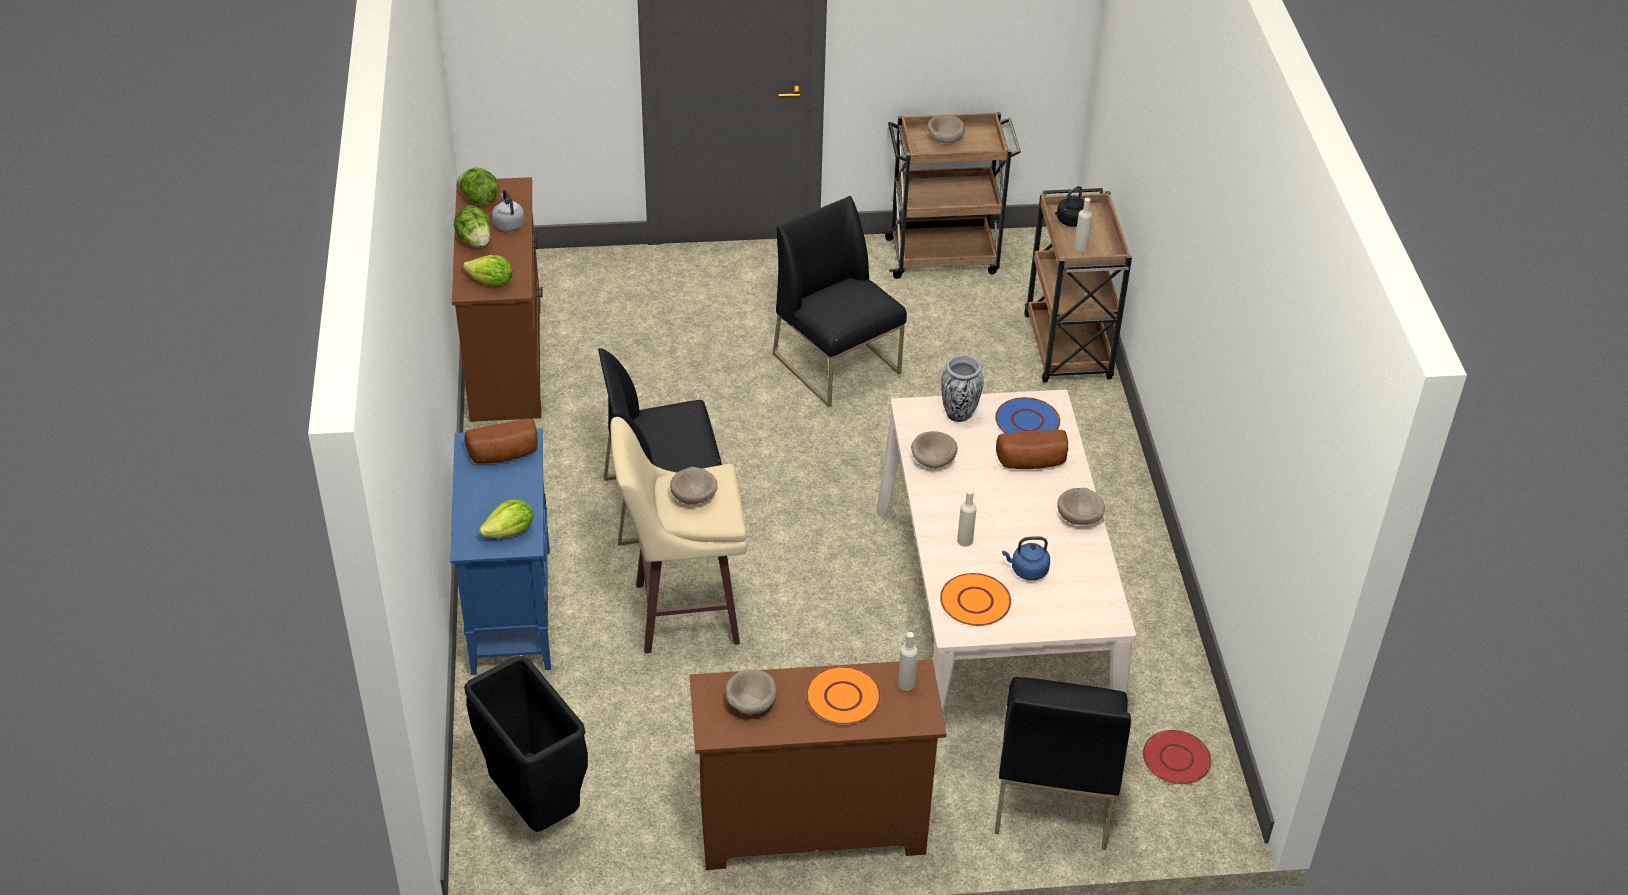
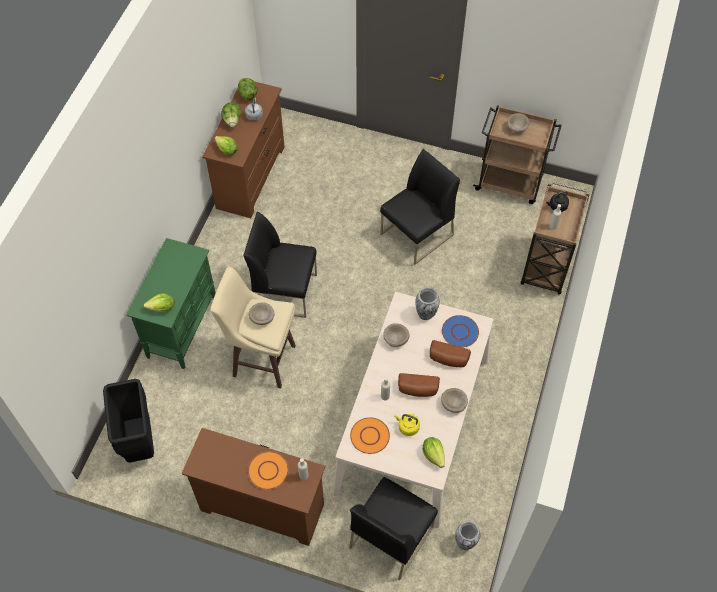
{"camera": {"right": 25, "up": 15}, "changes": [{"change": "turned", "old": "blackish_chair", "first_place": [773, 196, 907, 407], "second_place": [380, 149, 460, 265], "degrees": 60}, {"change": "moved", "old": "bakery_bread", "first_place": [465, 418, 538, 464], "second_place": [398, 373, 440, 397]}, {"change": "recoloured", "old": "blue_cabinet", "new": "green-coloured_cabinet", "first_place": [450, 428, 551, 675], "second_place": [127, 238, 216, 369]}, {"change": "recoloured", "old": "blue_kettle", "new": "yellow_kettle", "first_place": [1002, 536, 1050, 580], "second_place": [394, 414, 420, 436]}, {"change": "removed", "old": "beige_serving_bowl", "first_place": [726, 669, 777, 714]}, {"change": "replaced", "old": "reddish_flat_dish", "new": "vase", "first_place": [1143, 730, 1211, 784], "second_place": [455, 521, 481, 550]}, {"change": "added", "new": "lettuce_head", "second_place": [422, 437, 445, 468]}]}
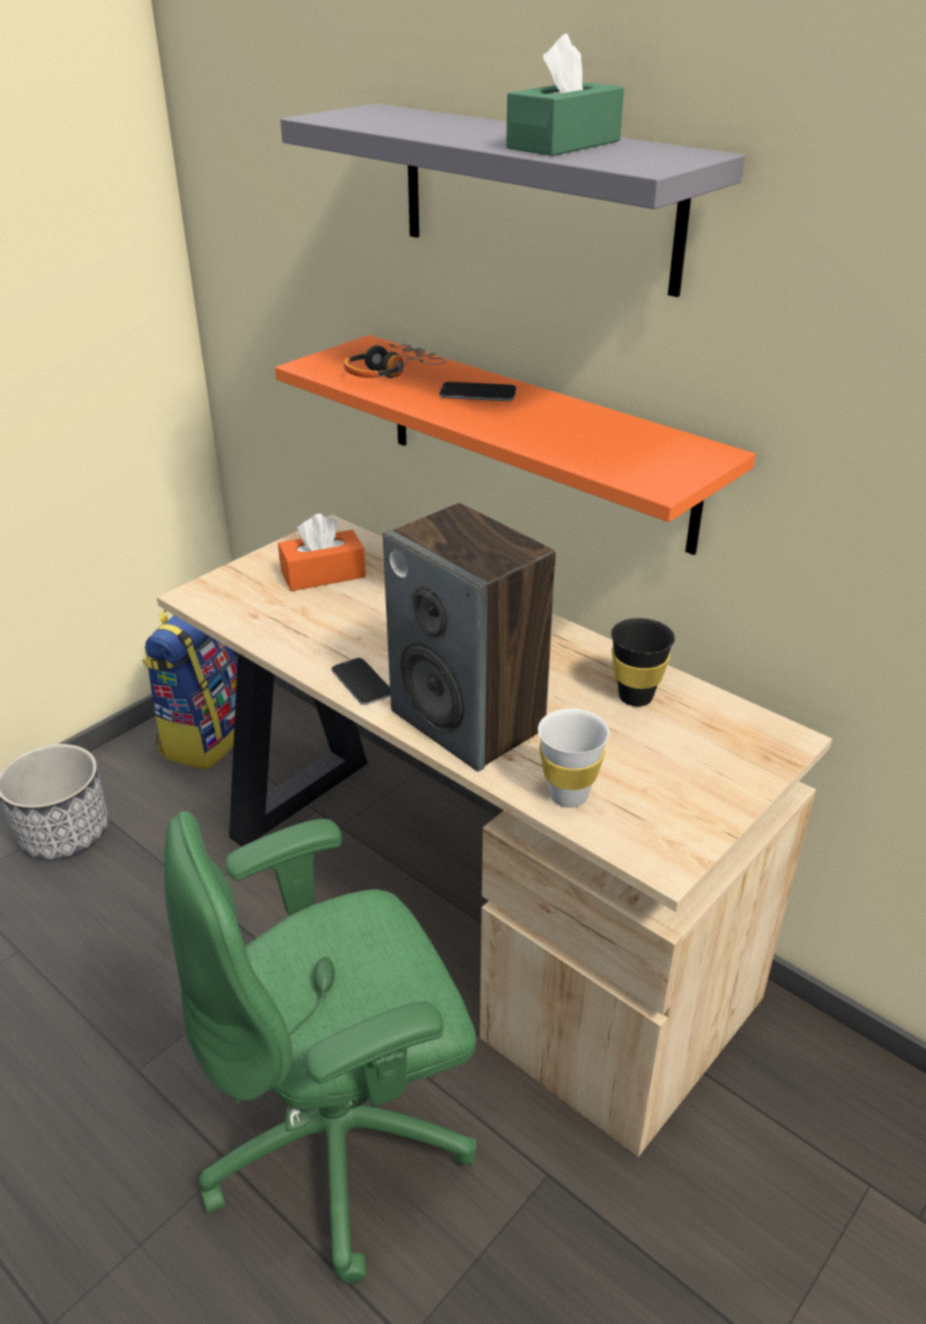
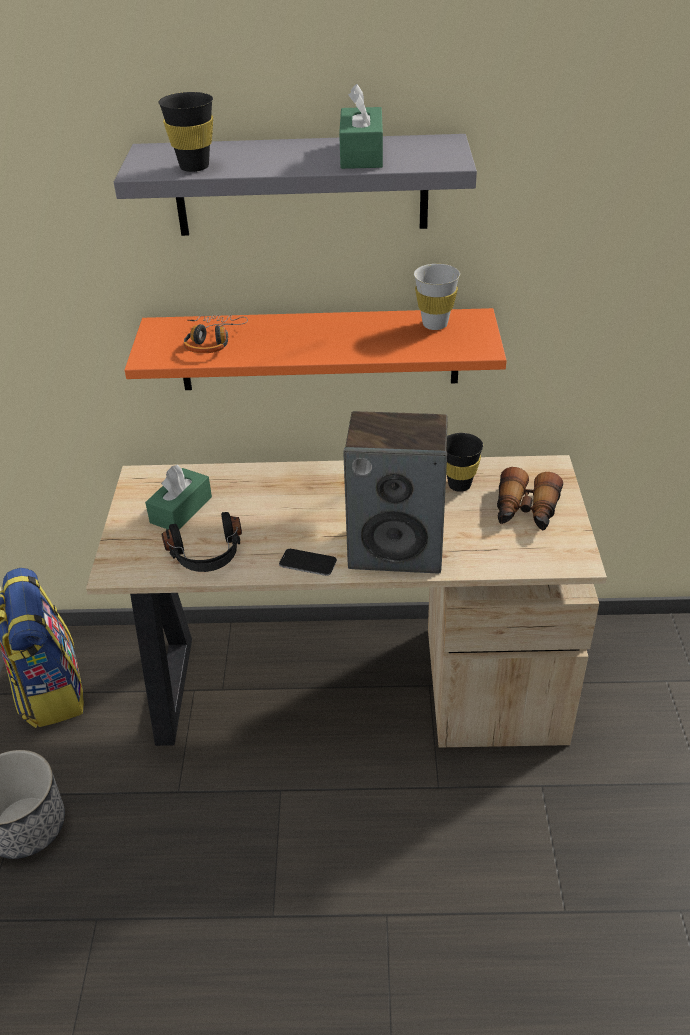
{"camera": {"right": -40, "up": 5}, "changes": [{"change": "removed", "old": "handset", "first_place": [439, 382, 516, 401]}, {"change": "recoloured", "old": "orange_tissue_holder", "new": "green-coloured_tissue_holder", "first_place": [278, 514, 366, 591], "second_place": [145, 465, 212, 530]}, {"change": "moved", "old": "white_drinking_cup", "first_place": [538, 709, 610, 808], "second_place": [414, 264, 460, 330]}, {"change": "removed", "old": "green-coloured_office_chair", "first_place": [164, 811, 477, 1283]}, {"change": "added", "new": "blackish_drinking_cup", "second_place": [158, 92, 213, 172]}, {"change": "added", "new": "binoculars", "second_place": [497, 467, 563, 531]}, {"change": "added", "new": "blackish_headphones", "second_place": [162, 512, 242, 572]}]}
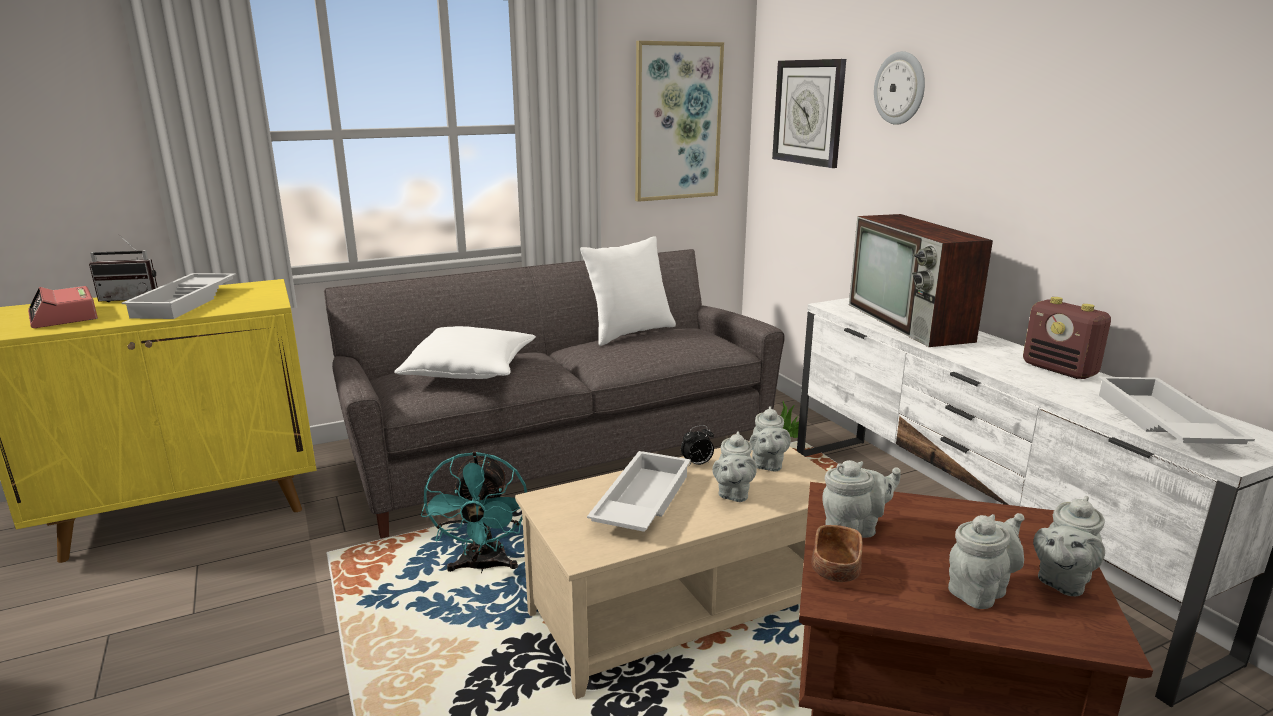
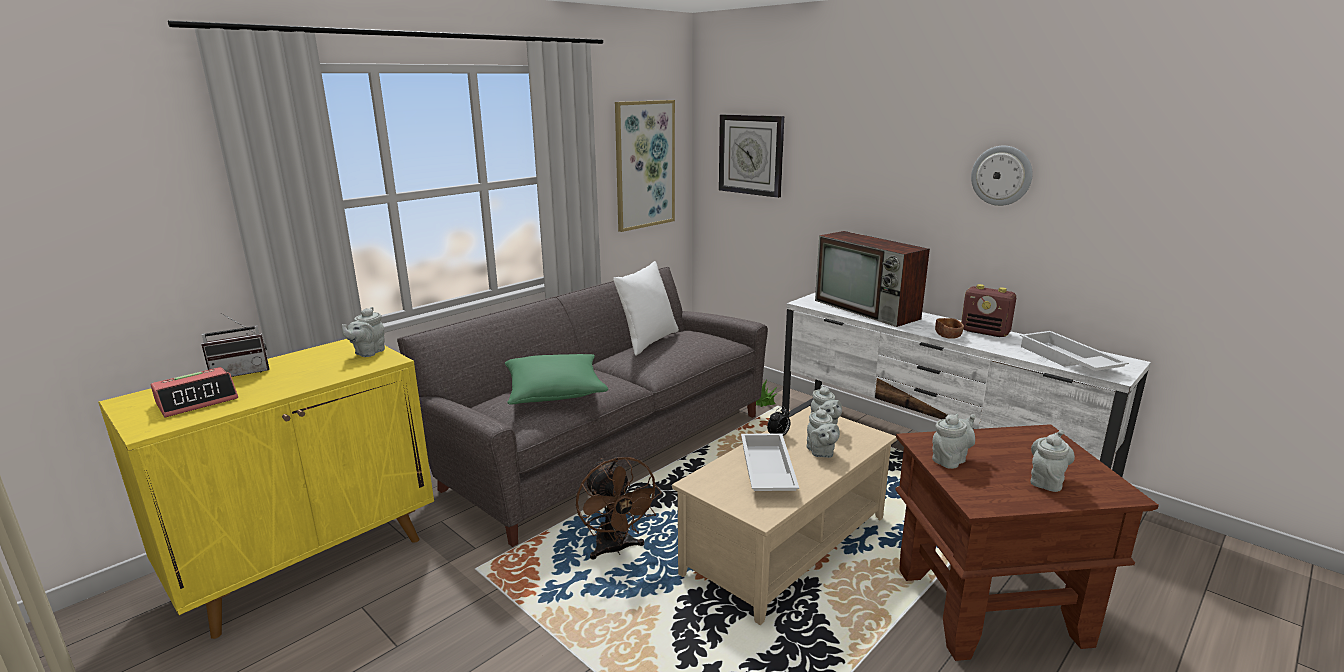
{"camera": {"right": -20, "up": 0}, "changes": [{"change": "moved", "old": "hanging_clock", "first_place": [874, 51, 925, 125], "second_place": [971, 146, 1033, 206]}, {"change": "removed", "old": "white_tray", "first_place": [121, 273, 236, 319]}, {"change": "turned", "old": "bedside_clock", "first_place": [28, 286, 98, 328], "second_place": [151, 367, 238, 417], "degrees": -75}, {"change": "recoloured", "old": "white_cushion", "new": "green-coloured_cushion", "first_place": [394, 326, 536, 379], "second_place": [505, 354, 608, 405]}, {"change": "recoloured", "old": "turquoise-coloured_cooling_fan", "new": "brown-coloured_cooling_fan", "first_place": [421, 451, 527, 573], "second_place": [576, 457, 662, 560]}, {"change": "moved", "old": "greyish_pot_for_tea", "first_place": [1033, 496, 1105, 596], "second_place": [341, 307, 385, 357]}, {"change": "moved", "old": "brown-coloured_serving_bowl", "first_place": [811, 525, 863, 582], "second_place": [935, 318, 964, 339]}]}
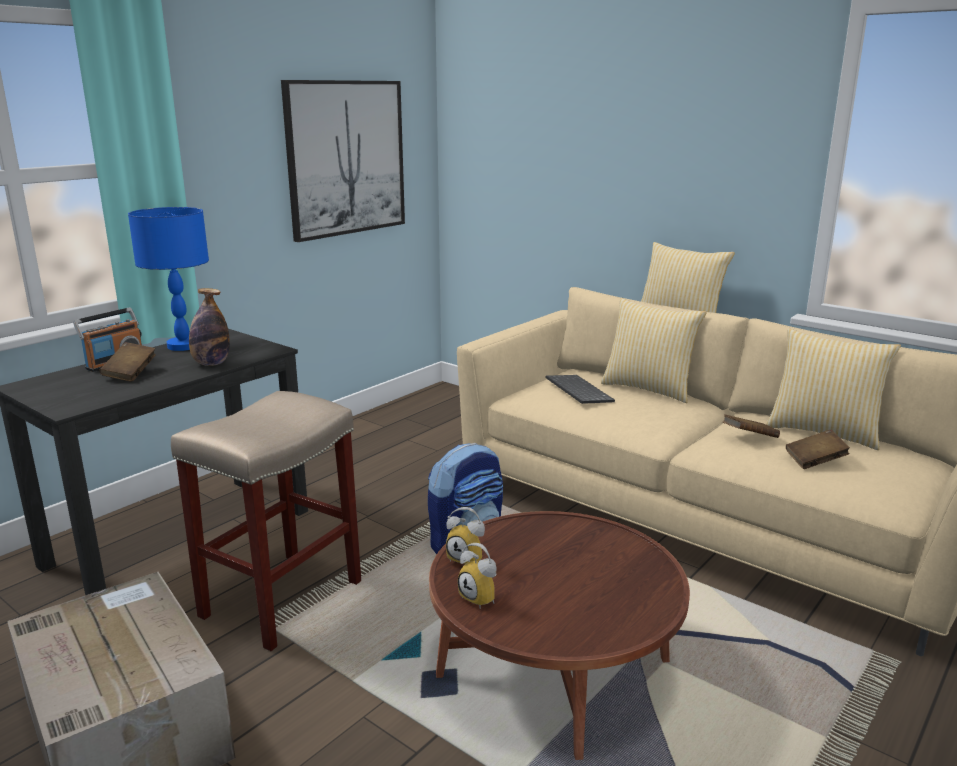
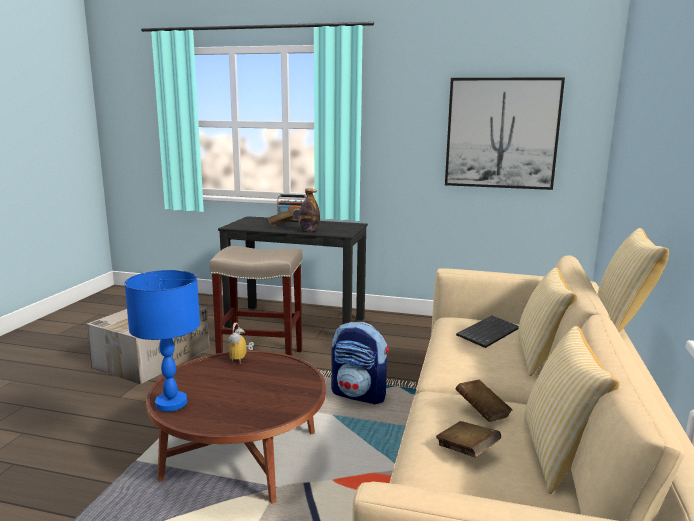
{"camera": {"right": 65, "up": -5}, "changes": [{"change": "moved", "old": "blue_table_lamp", "first_place": [128, 207, 209, 351], "second_place": [125, 270, 200, 411]}, {"change": "removed", "old": "bedside_clock", "first_place": [458, 543, 497, 608]}]}
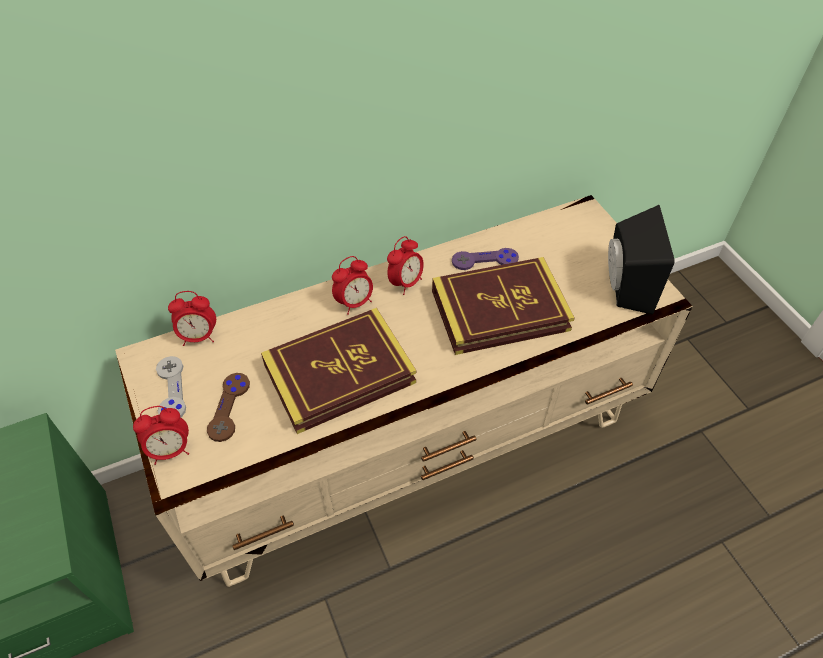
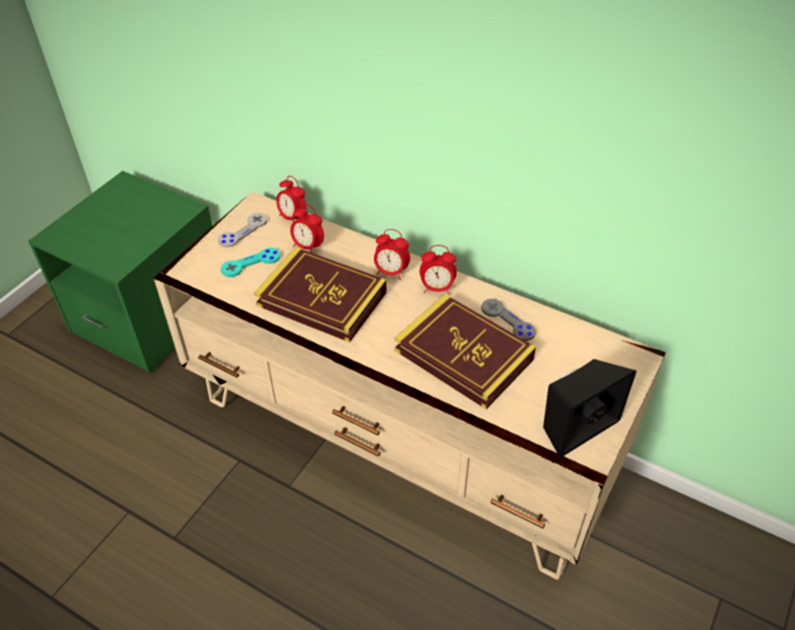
{"camera": {"right": 55, "up": -5}, "changes": [{"change": "recoloured", "old": "purple-coloured_gamepad", "new": "greyish_gamepad", "first_place": [452, 248, 519, 270], "second_place": [481, 299, 536, 341]}, {"change": "recoloured", "old": "brown-coloured_gamepad", "new": "turquoise-coloured_gamepad", "first_place": [207, 373, 250, 442], "second_place": [221, 248, 280, 277]}, {"change": "moved", "old": "bedside_clock", "first_place": [133, 406, 189, 465], "second_place": [290, 204, 324, 253]}]}
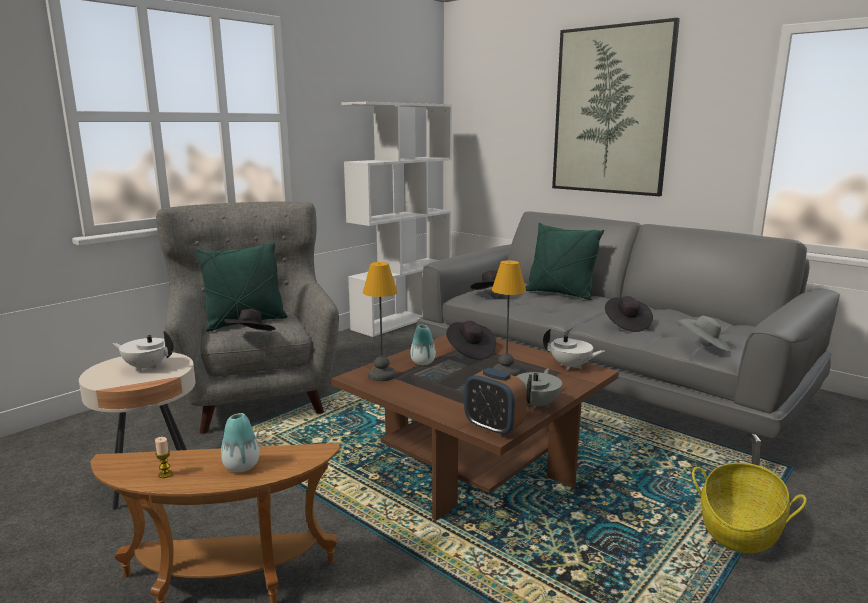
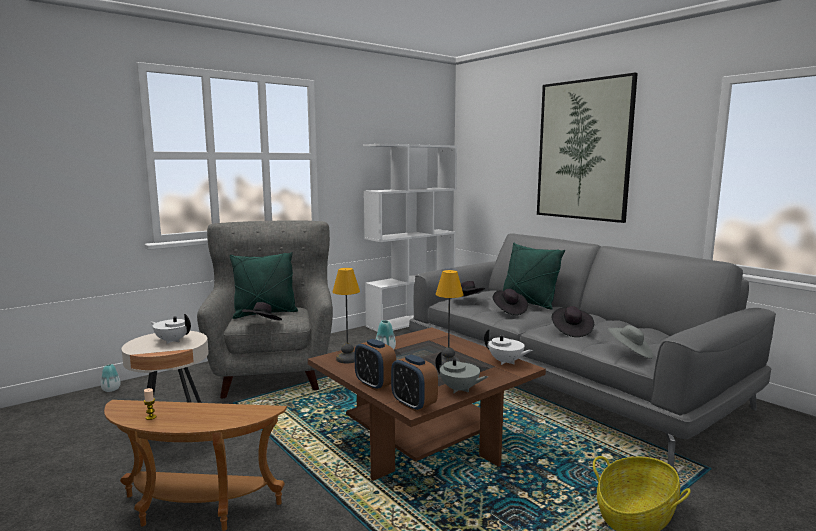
{"camera": {"right": 10, "up": -5}, "changes": [{"change": "moved", "old": "blackish_clothing_hat", "first_place": [446, 321, 496, 360], "second_place": [493, 289, 528, 315]}, {"change": "turned", "old": "greyish_pot_for_tea", "first_place": [515, 368, 562, 410], "second_place": [436, 352, 488, 393], "degrees": 90}, {"change": "moved", "old": "vase", "first_place": [221, 413, 260, 472], "second_place": [101, 364, 121, 392]}, {"change": "added", "new": "bedside_clock", "second_place": [355, 339, 396, 391]}]}
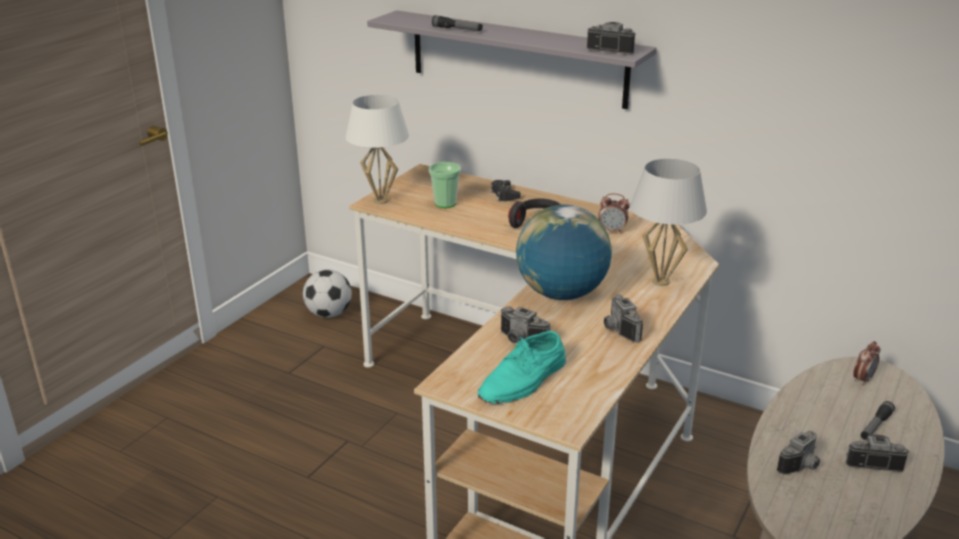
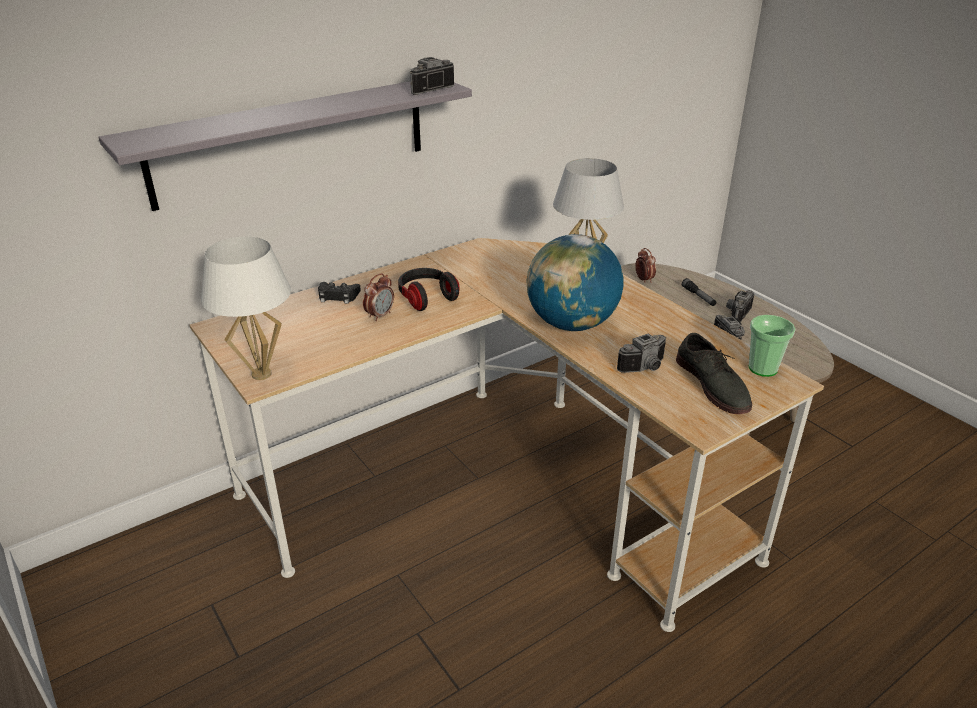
{"camera": {"right": -65, "up": 5}, "changes": [{"change": "removed", "old": "flashlight", "first_place": [432, 15, 483, 31]}, {"change": "moved", "old": "drinking_cup", "first_place": [429, 162, 461, 208], "second_place": [749, 315, 796, 377]}, {"change": "moved", "old": "bedside_clock", "first_place": [598, 193, 630, 234], "second_place": [363, 273, 394, 321]}, {"change": "removed", "old": "football_ball", "first_place": [303, 269, 352, 318]}, {"change": "removed", "old": "photo_camera", "first_place": [604, 294, 643, 343]}, {"change": "recoloured", "old": "turquoise-coloured_item_of_footwear", "new": "greyish_item_of_footwear", "first_place": [478, 331, 566, 404], "second_place": [676, 333, 752, 414]}]}
